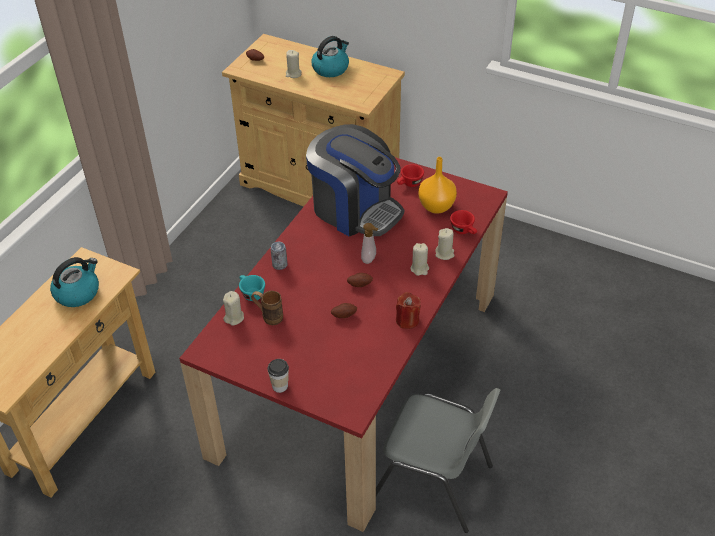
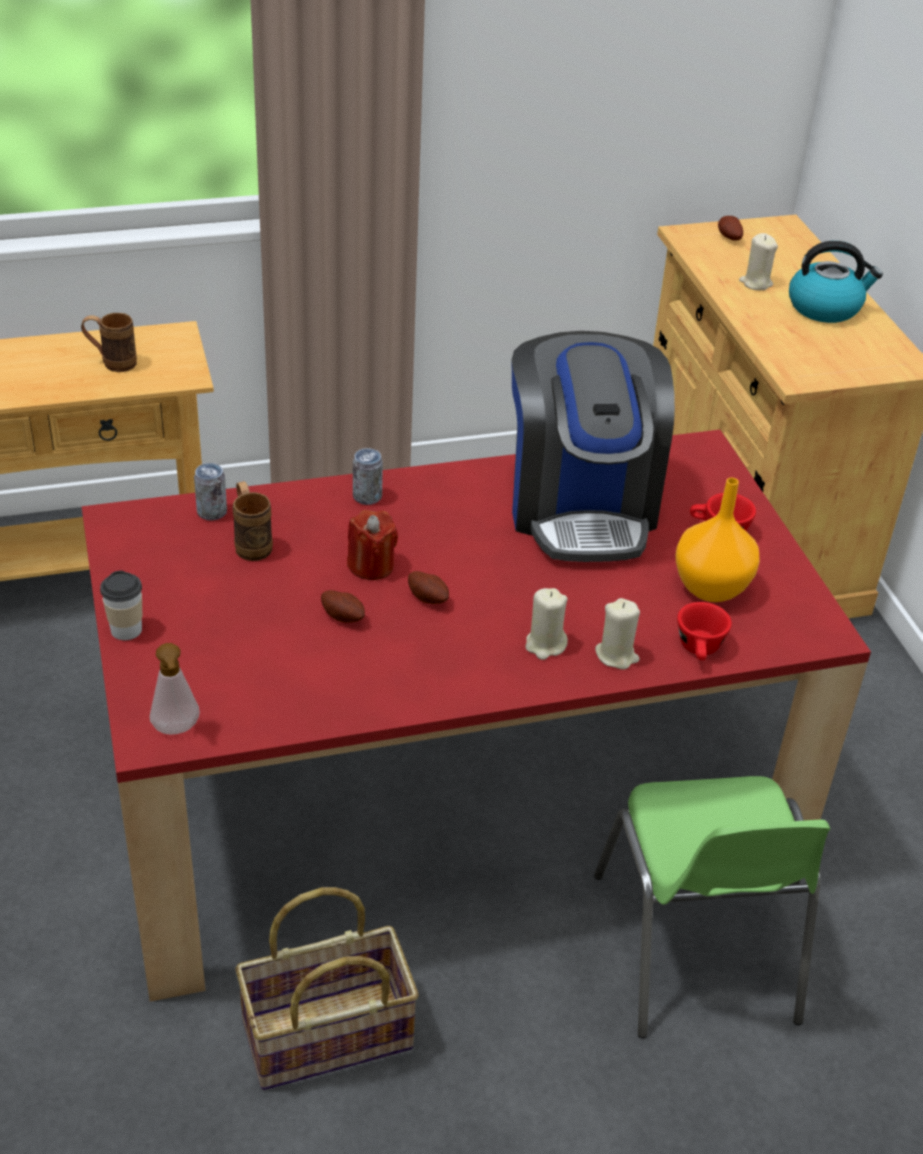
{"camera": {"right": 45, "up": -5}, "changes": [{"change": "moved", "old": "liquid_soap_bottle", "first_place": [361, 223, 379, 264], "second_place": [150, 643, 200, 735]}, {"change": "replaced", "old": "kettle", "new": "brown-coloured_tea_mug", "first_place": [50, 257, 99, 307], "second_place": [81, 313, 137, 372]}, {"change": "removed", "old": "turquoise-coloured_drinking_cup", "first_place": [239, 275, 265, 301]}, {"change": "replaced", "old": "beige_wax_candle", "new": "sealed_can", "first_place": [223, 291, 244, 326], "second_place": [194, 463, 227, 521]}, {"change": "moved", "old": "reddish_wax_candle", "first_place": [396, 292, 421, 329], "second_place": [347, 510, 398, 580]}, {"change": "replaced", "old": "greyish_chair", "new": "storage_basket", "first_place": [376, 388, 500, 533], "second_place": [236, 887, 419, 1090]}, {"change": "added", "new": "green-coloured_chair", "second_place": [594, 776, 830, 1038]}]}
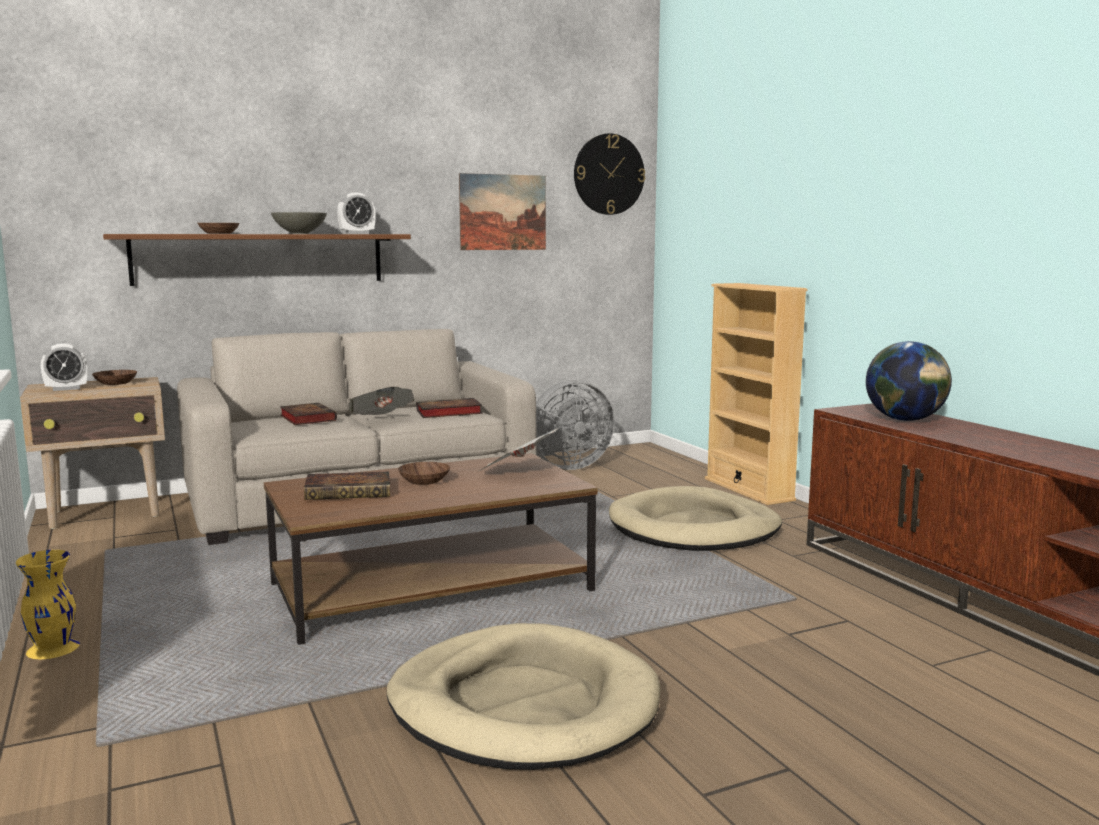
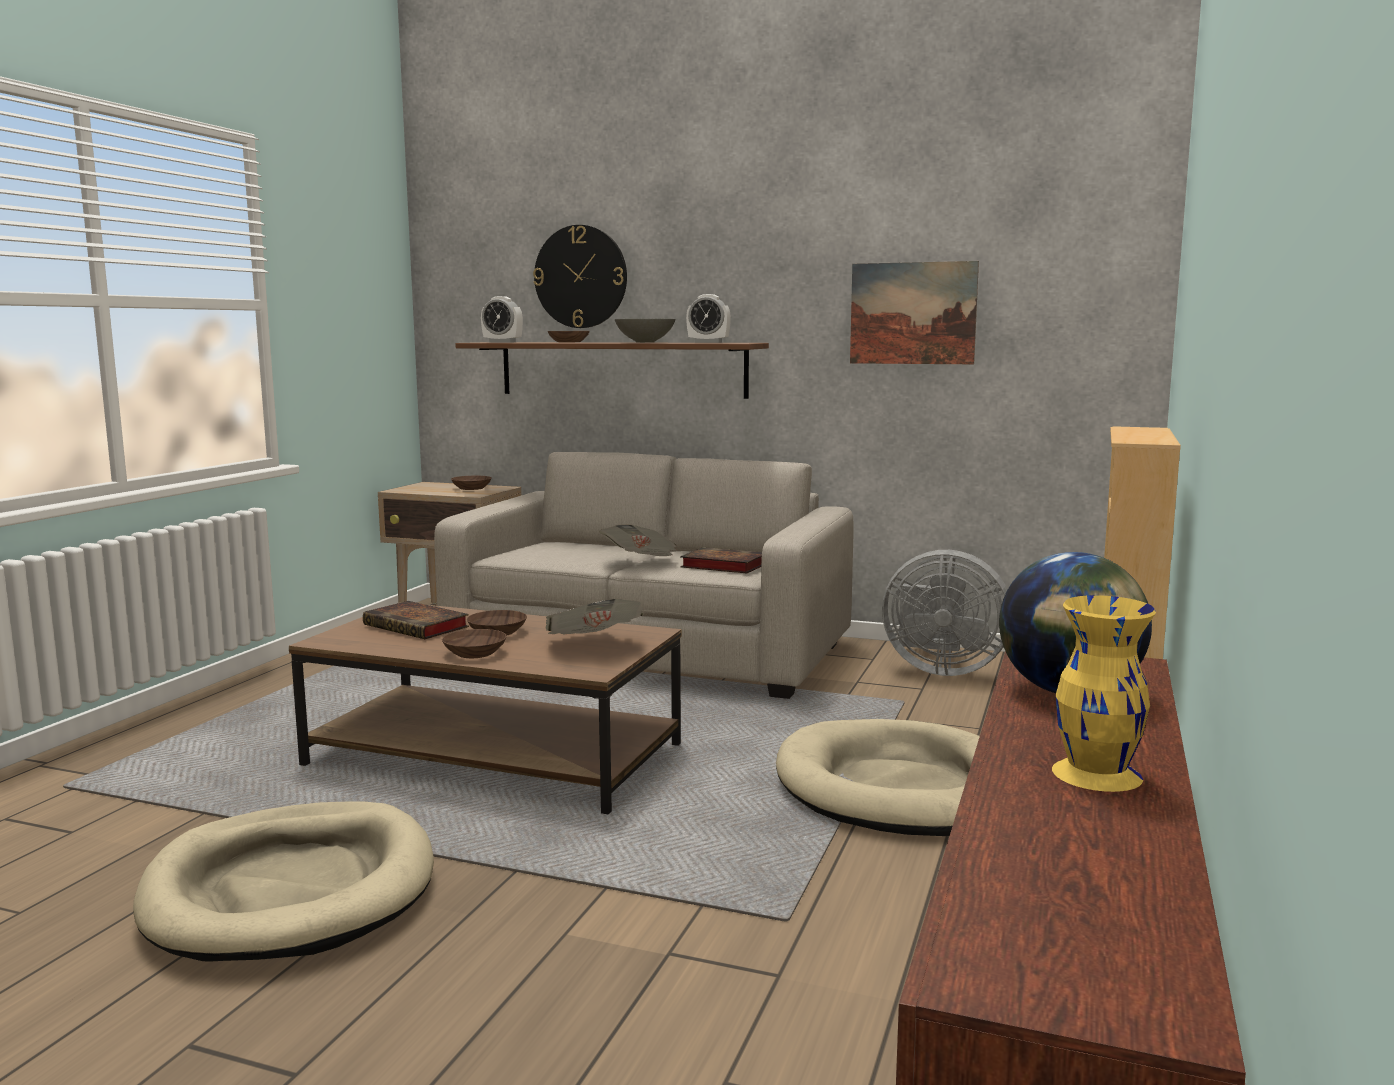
{"camera": {"right": 45, "up": 0}, "changes": [{"change": "moved", "old": "hanging_clock", "first_place": [574, 133, 645, 215], "second_place": [533, 225, 627, 328]}, {"change": "moved", "old": "bedside_clock", "first_place": [41, 343, 87, 391], "second_place": [481, 296, 523, 342]}, {"change": "removed", "old": "book", "first_place": [280, 403, 337, 425]}, {"change": "moved", "old": "yellow_vase", "first_place": [16, 550, 80, 659], "second_place": [1052, 595, 1156, 792]}, {"change": "added", "new": "brown-coloured_serving_bowl", "second_place": [442, 629, 507, 658]}]}
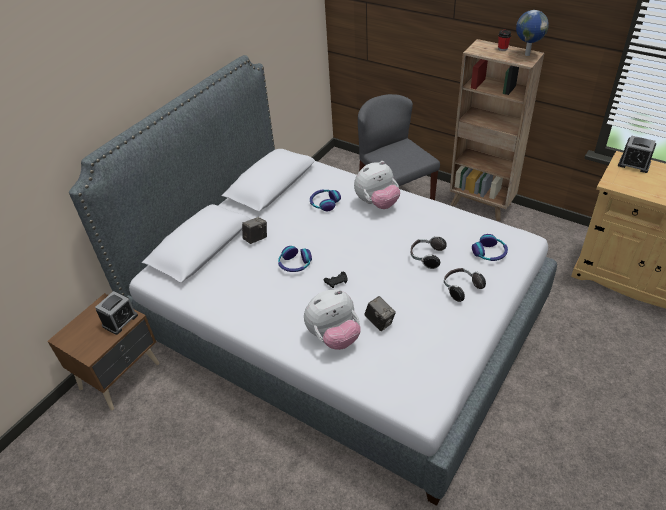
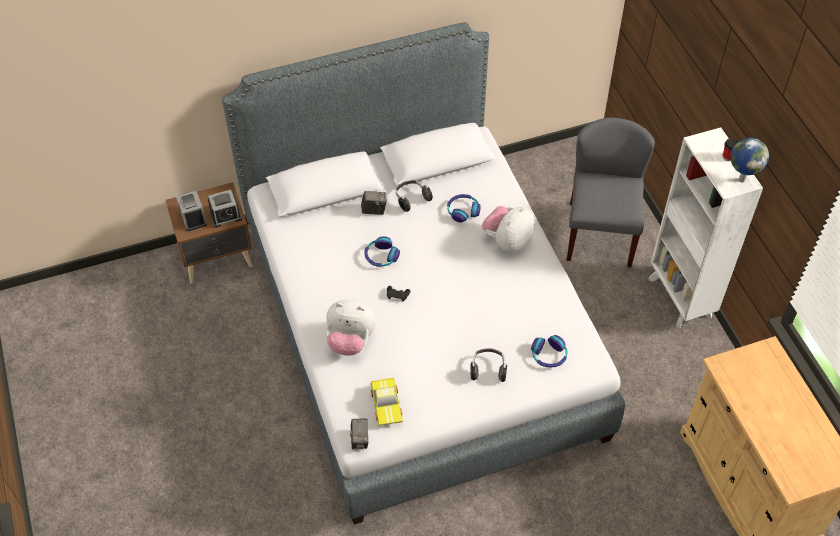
{"camera": {"right": 35, "up": 10}, "changes": [{"change": "recoloured", "old": "brown-coloured_bookshelf", "new": "white_bookshelf", "first_place": [450, 39, 544, 221], "second_place": [648, 127, 763, 328]}, {"change": "moved", "old": "bedside_clock", "first_place": [618, 135, 657, 173], "second_place": [176, 191, 207, 231]}, {"change": "turned", "old": "plush_toy", "first_place": [354, 161, 400, 209], "second_place": [482, 206, 535, 252], "degrees": 120}, {"change": "moved", "old": "headphones", "first_place": [411, 236, 447, 269], "second_place": [396, 180, 433, 212]}, {"change": "moved", "old": "photo_camera", "first_place": [364, 296, 396, 331], "second_place": [350, 419, 369, 450]}, {"change": "added", "new": "miniature_car", "second_place": [371, 378, 403, 426]}]}
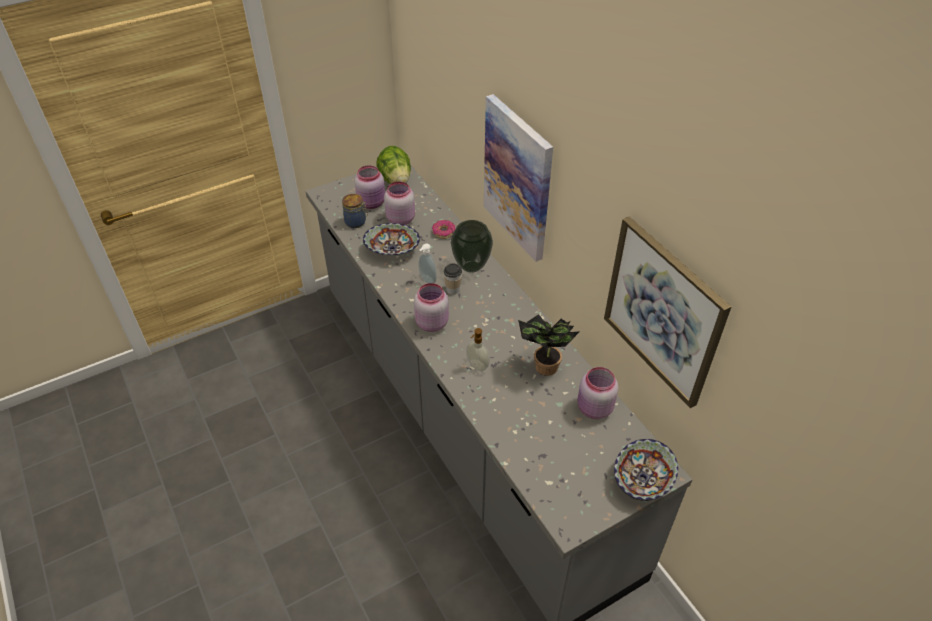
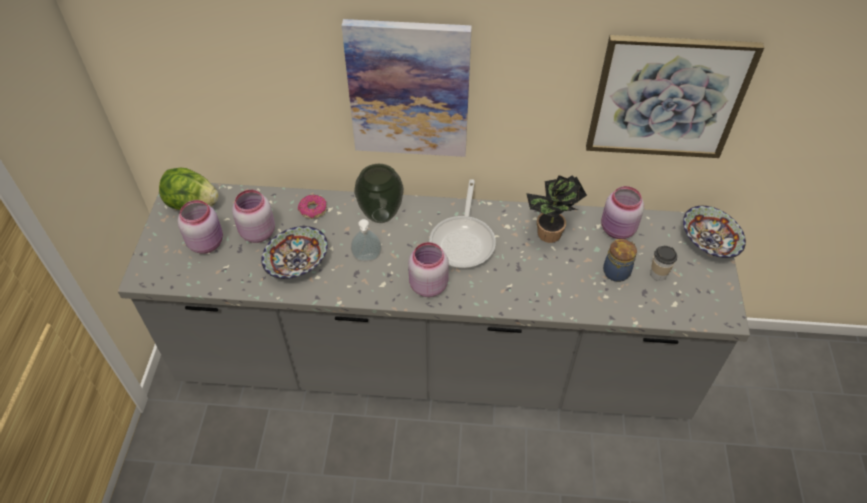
{"camera": {"right": -55, "up": 5}, "changes": [{"change": "moved", "old": "preserve_jar", "first_place": [342, 194, 368, 228], "second_place": [603, 239, 637, 282]}, {"change": "moved", "old": "drinking_cup", "first_place": [443, 263, 462, 295], "second_place": [650, 246, 677, 281]}, {"change": "removed", "old": "liquid_soap_bottle", "first_place": [466, 328, 490, 371]}, {"change": "added", "new": "pan", "second_place": [429, 179, 496, 268]}]}
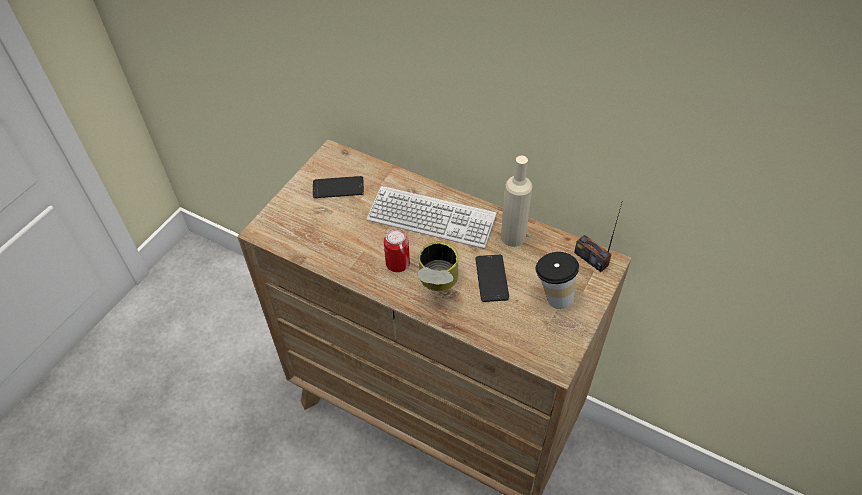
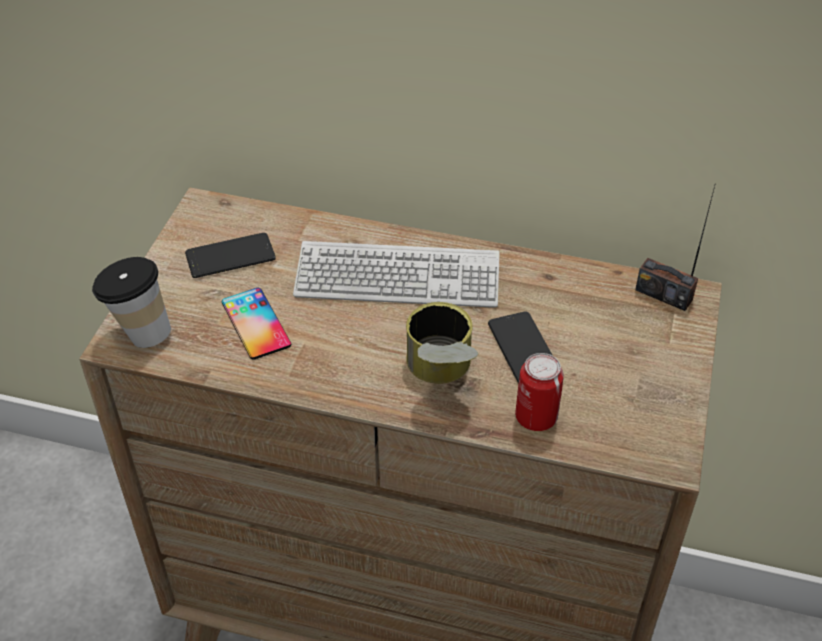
{"camera": {"right": -15, "up": -5}, "changes": [{"change": "removed", "old": "beige_bottle", "first_place": [501, 156, 532, 247]}, {"change": "moved", "old": "sealed_can", "first_place": [384, 228, 410, 272], "second_place": [515, 353, 564, 431]}, {"change": "moved", "old": "drinking_cup", "first_place": [535, 252, 579, 309], "second_place": [92, 257, 171, 348]}, {"change": "added", "new": "handset", "second_place": [222, 288, 291, 360]}]}
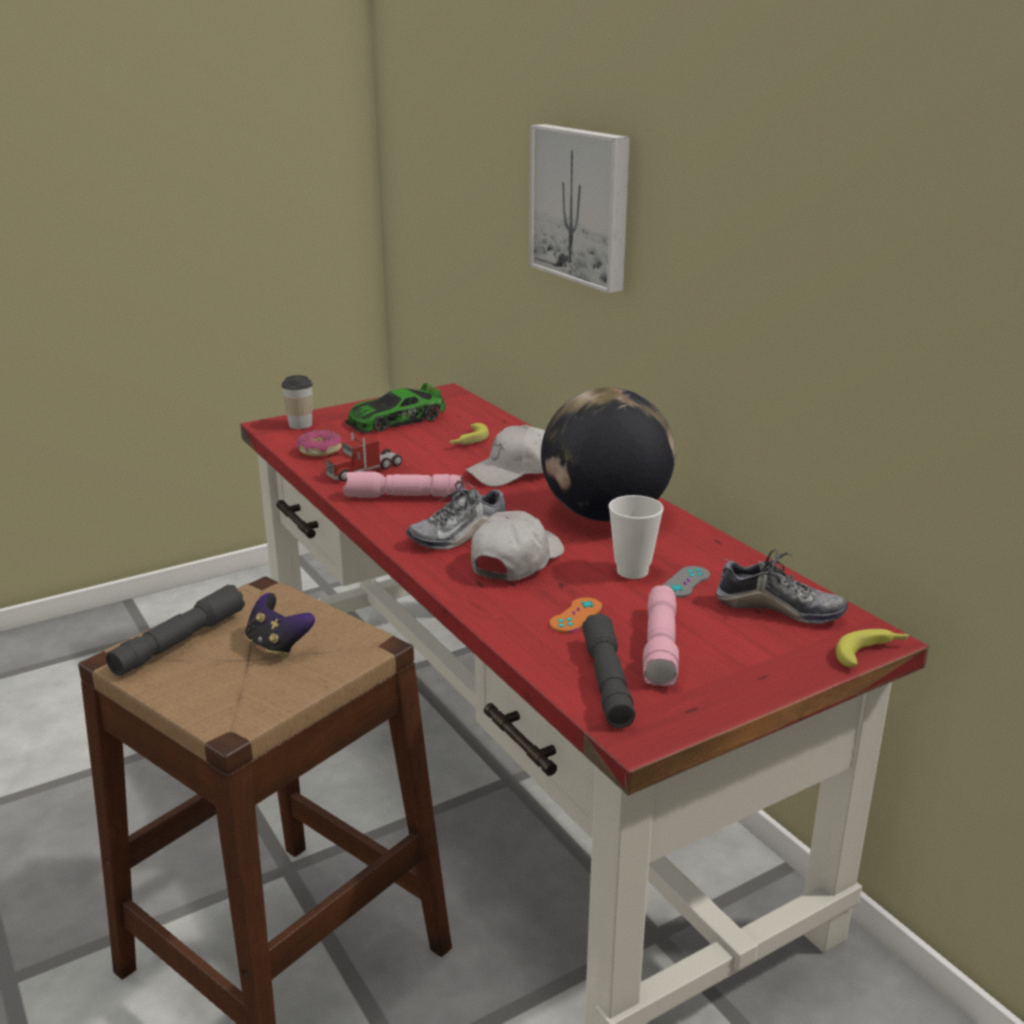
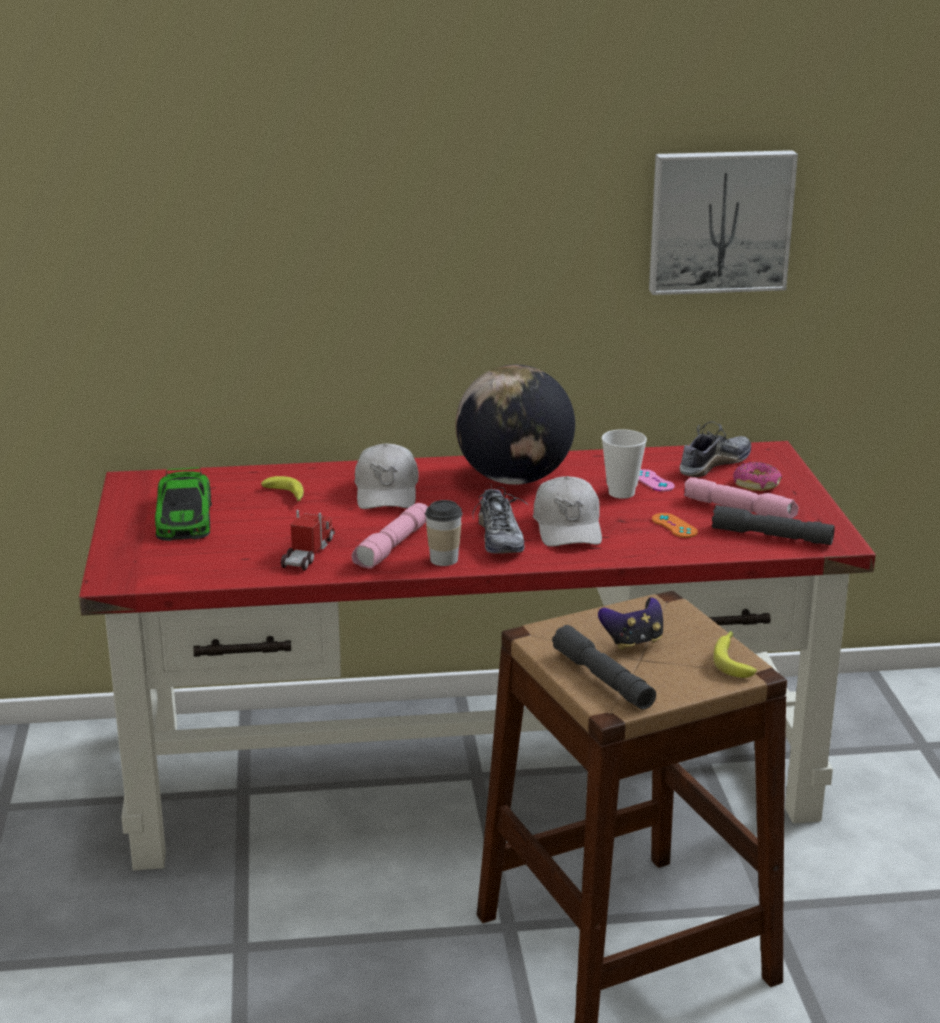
{"camera": {"right": -65, "up": 0}, "changes": [{"change": "moved", "old": "wall_picture", "first_place": [529, 124, 630, 293], "second_place": [649, 150, 798, 295]}, {"change": "moved", "old": "drinking_cup", "first_place": [282, 375, 313, 429], "second_place": [425, 500, 462, 566]}, {"change": "moved", "old": "ring_doughnut", "first_place": [297, 430, 342, 456], "second_place": [733, 462, 782, 491]}, {"change": "turned", "old": "model_truck", "first_place": [326, 432, 402, 481], "second_place": [281, 510, 335, 571], "degrees": -150}, {"change": "turned", "old": "white_cap", "first_place": [471, 511, 564, 581], "second_place": [533, 476, 602, 547], "degrees": -150}, {"change": "recoloured", "old": "greyish_gamepad", "new": "pink_gamepad", "first_place": [663, 566, 710, 597], "second_place": [639, 469, 675, 491]}, {"change": "moved", "old": "banana", "first_place": [836, 629, 909, 667], "second_place": [713, 631, 757, 678]}]}
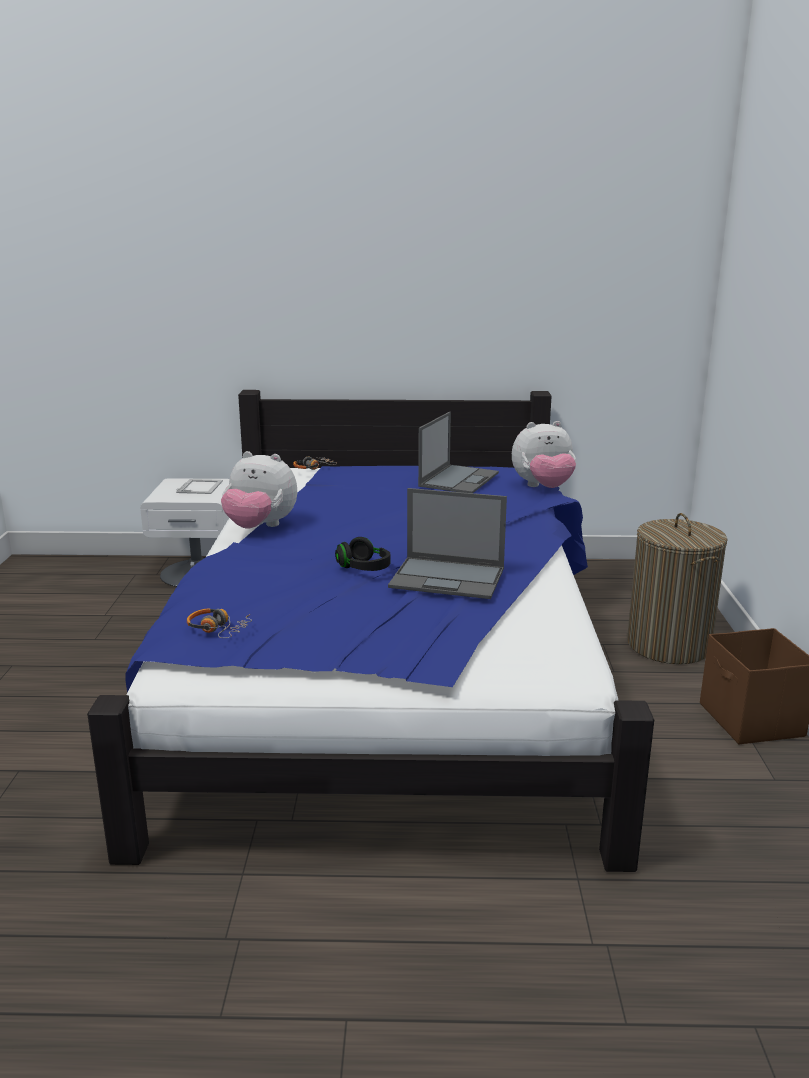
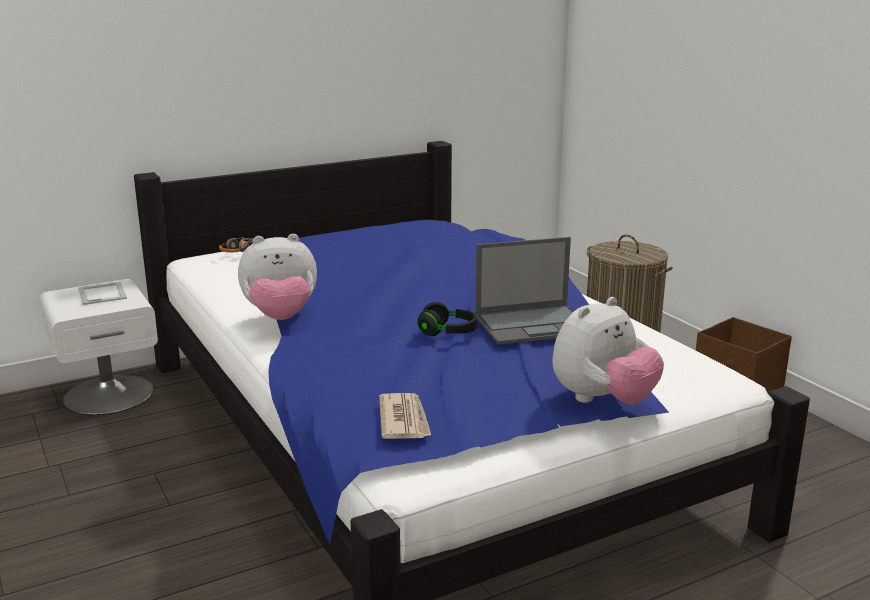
{"camera": {"right": -30, "up": 0}, "changes": [{"change": "removed", "old": "portable_computer", "first_place": [418, 412, 499, 493]}, {"change": "moved", "old": "plush_toy", "first_place": [512, 421, 576, 488], "second_place": [552, 297, 664, 405]}, {"change": "replaced", "old": "headphones", "new": "printed_paper", "first_place": [187, 608, 252, 638], "second_place": [379, 393, 431, 439]}]}
